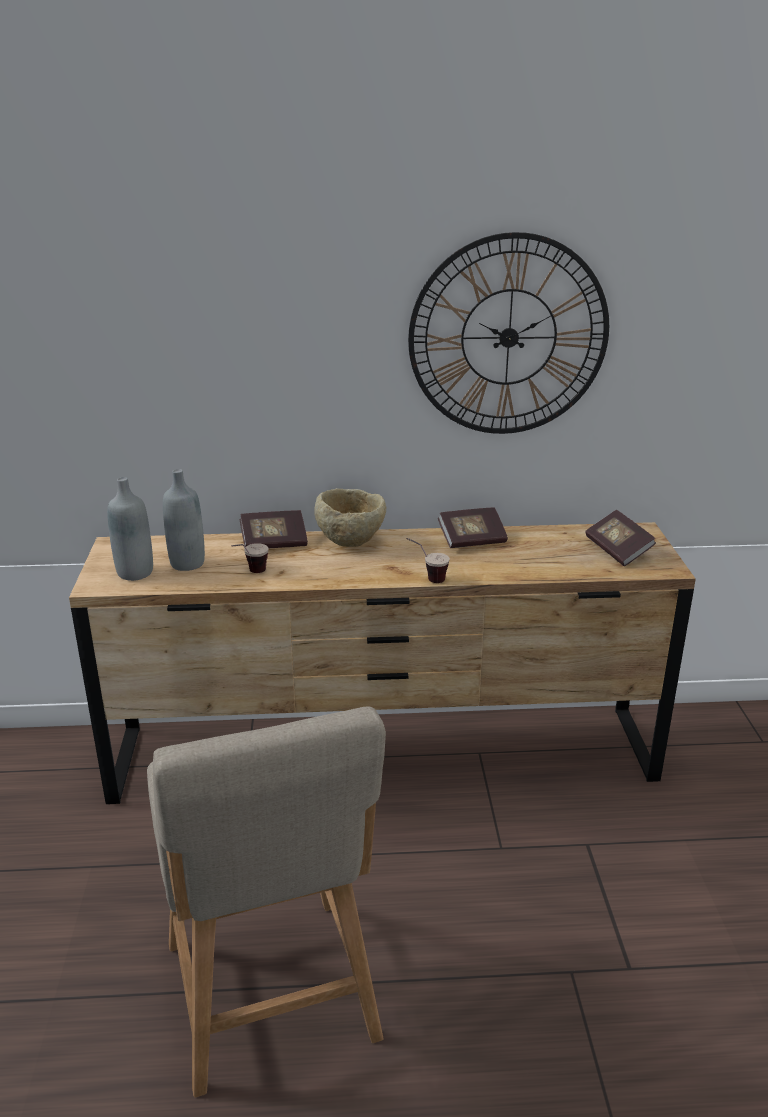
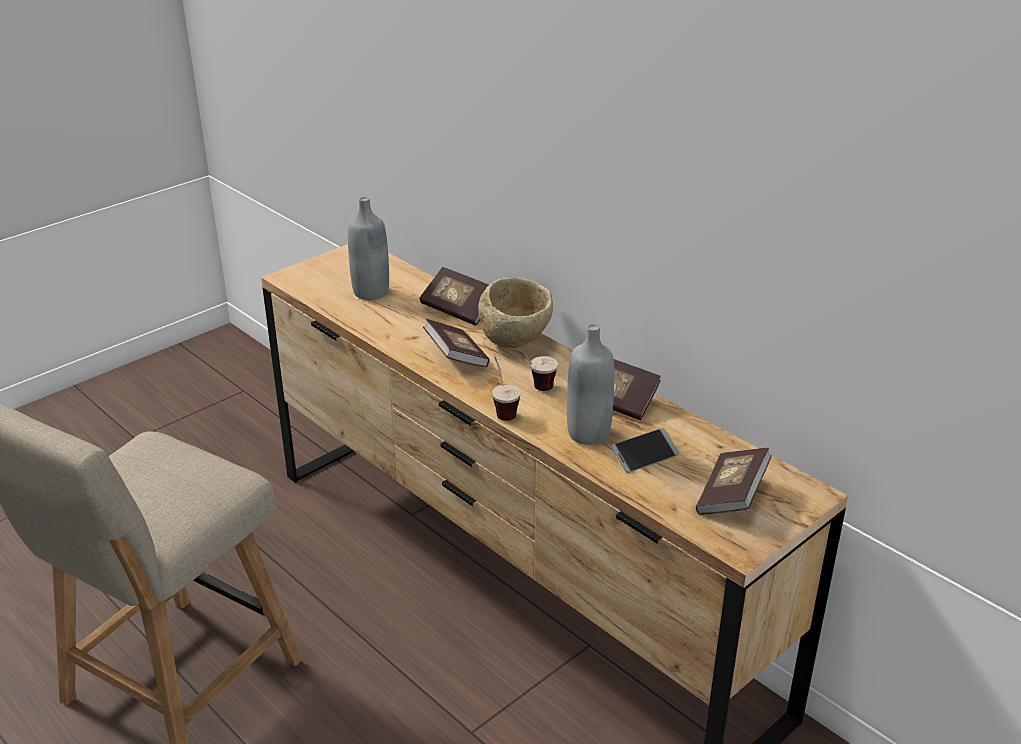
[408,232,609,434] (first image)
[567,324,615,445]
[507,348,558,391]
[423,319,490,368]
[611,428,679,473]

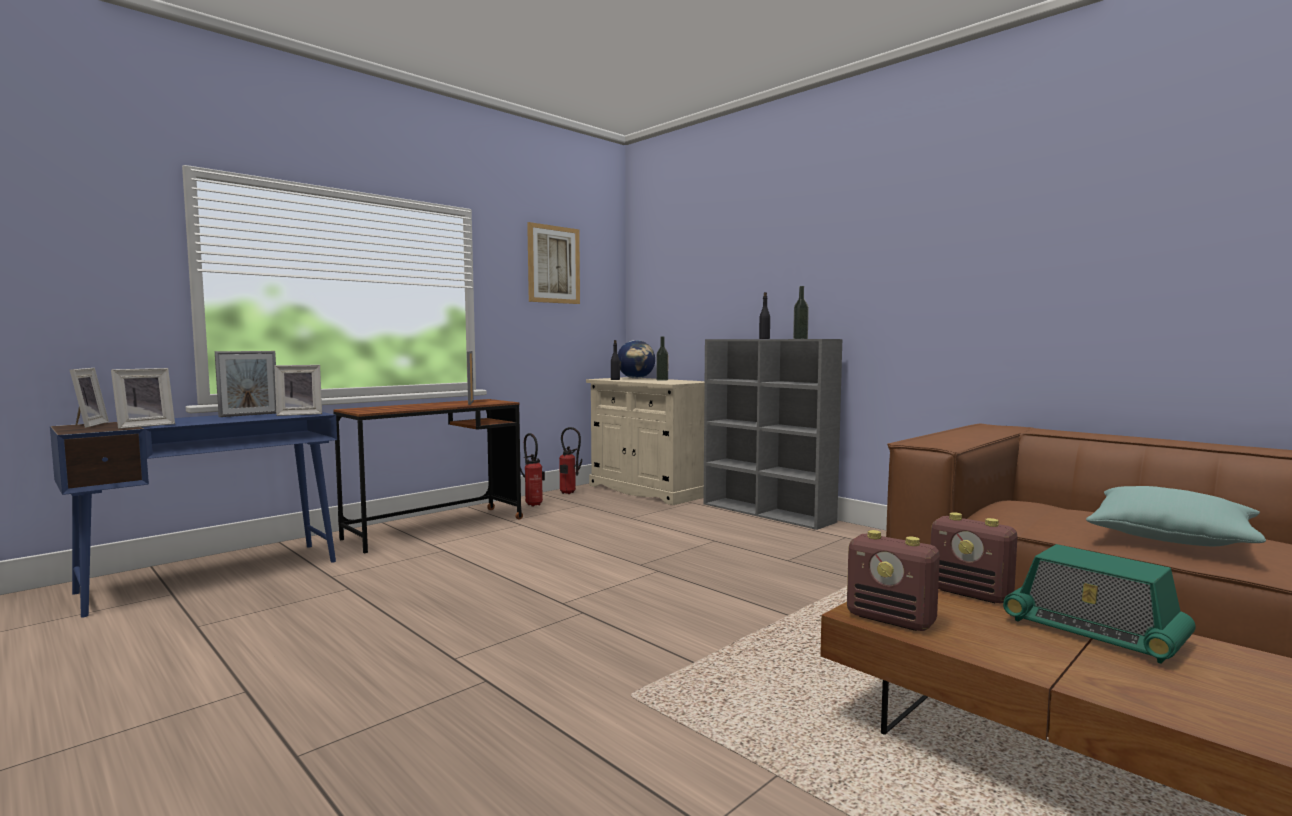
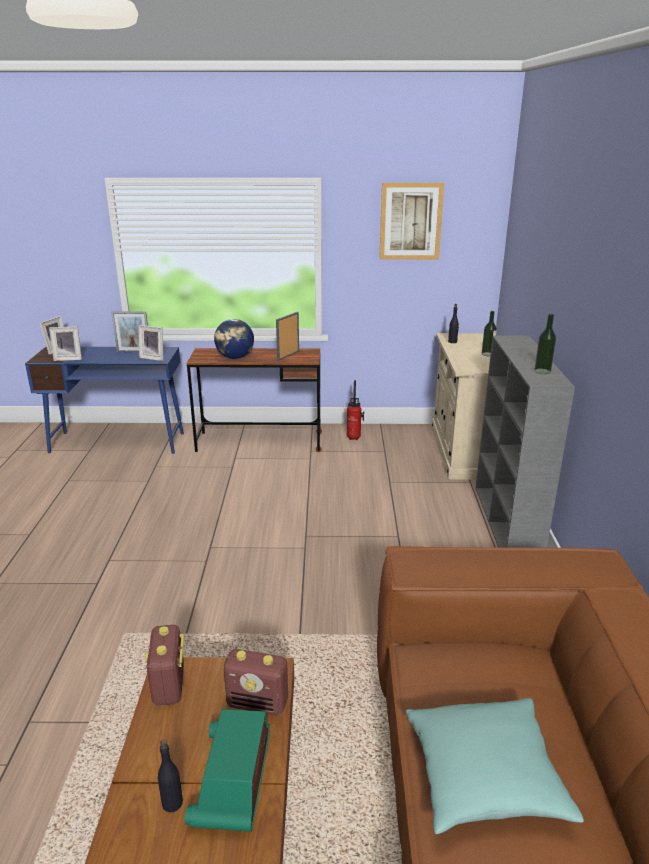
[158,739,183,812]
[214,319,254,359]
[559,427,582,494] (first image)
[223,649,288,716]

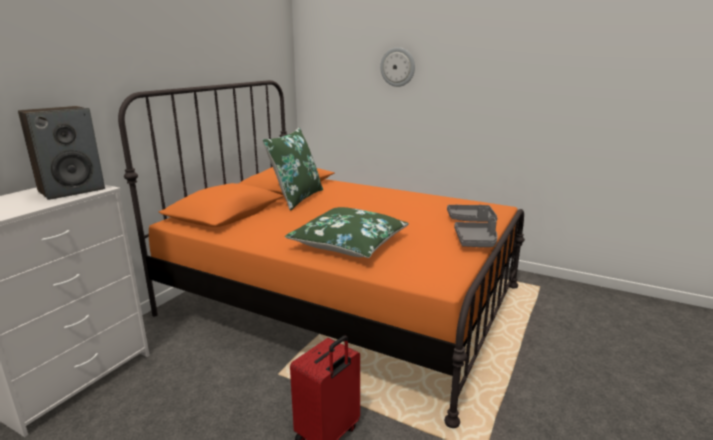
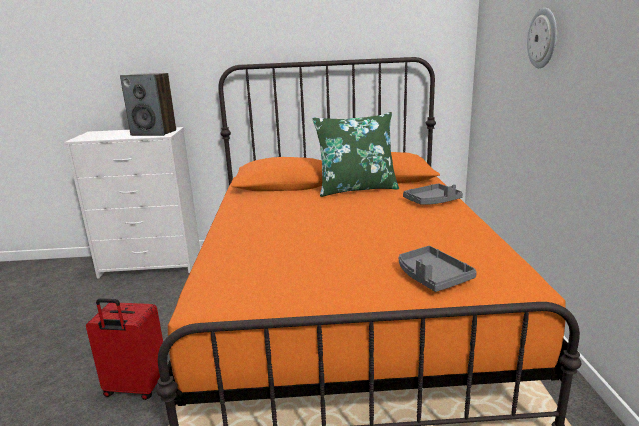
[285,207,409,258] (first image)
[403,183,463,205]

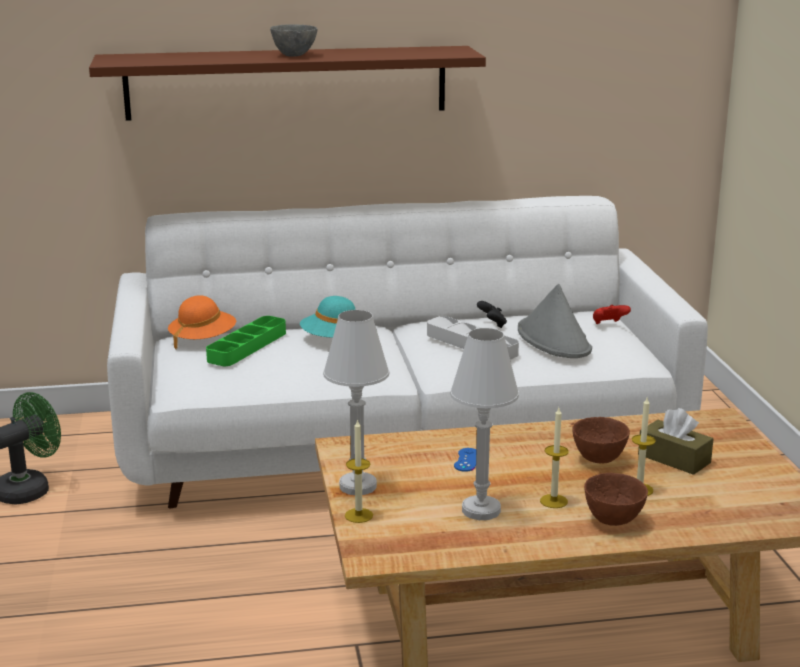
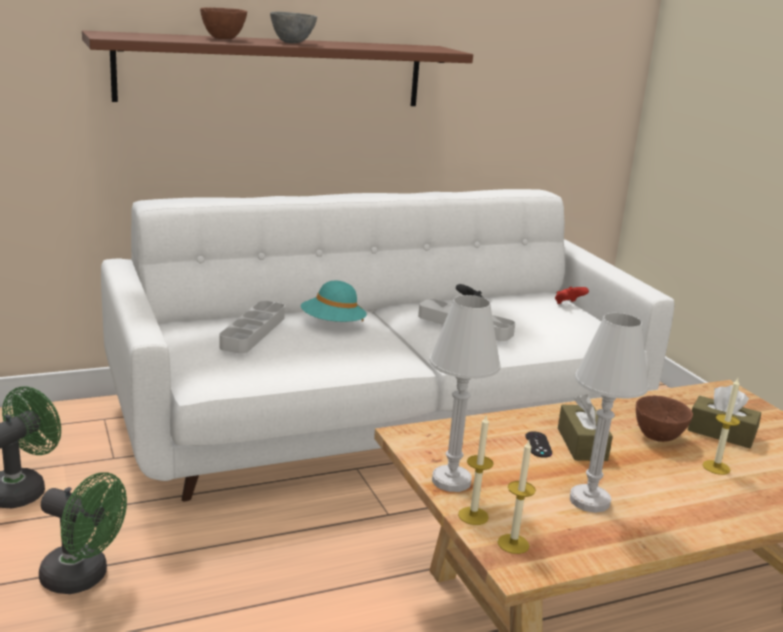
[518,284,592,358] (first image)
[168,295,236,350] (first image)
[220,301,285,354]
[498,440,536,554]
[525,431,552,458]
[200,8,247,39]
[558,394,613,461]
[39,472,127,594]

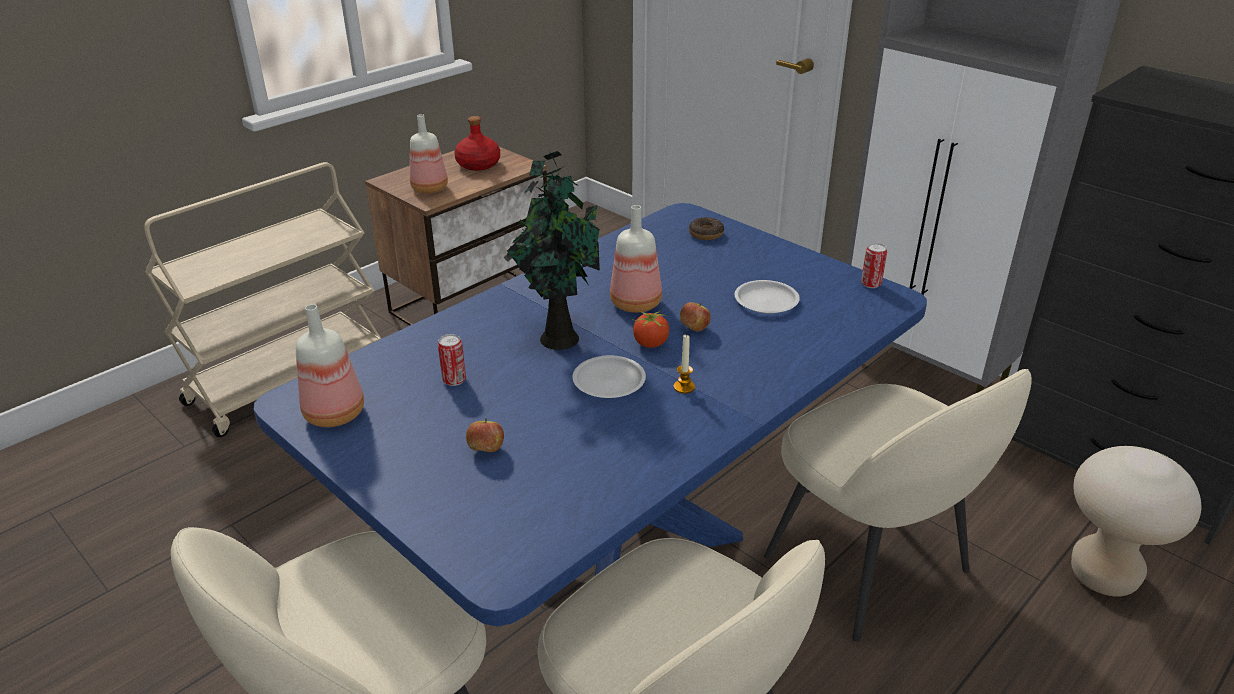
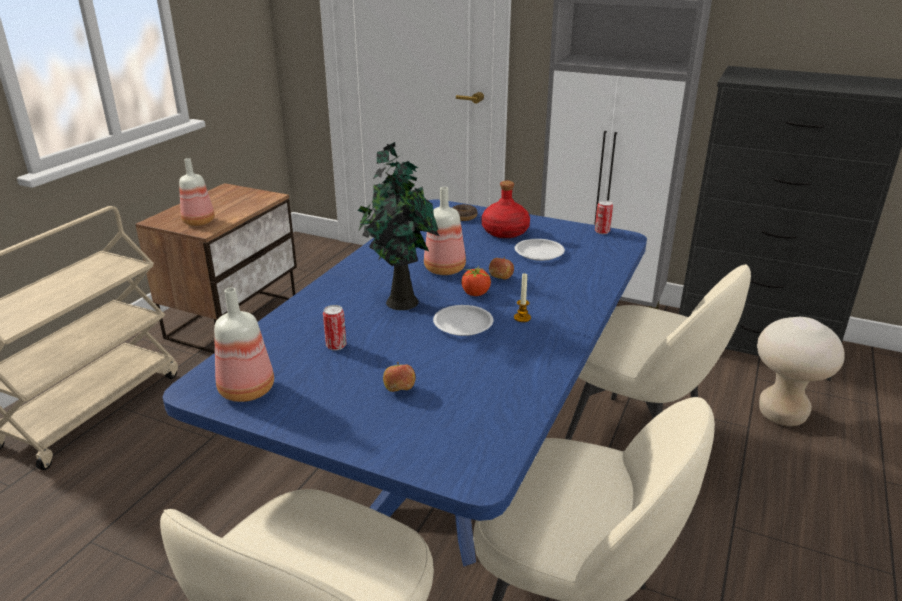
[482,181,530,238]

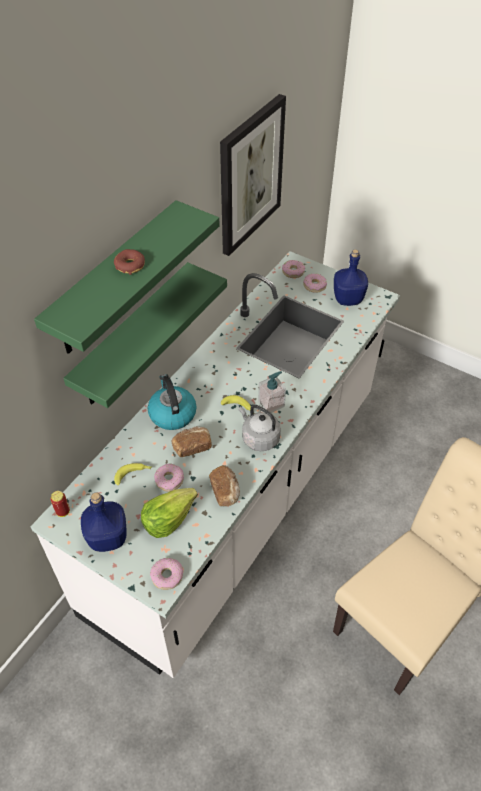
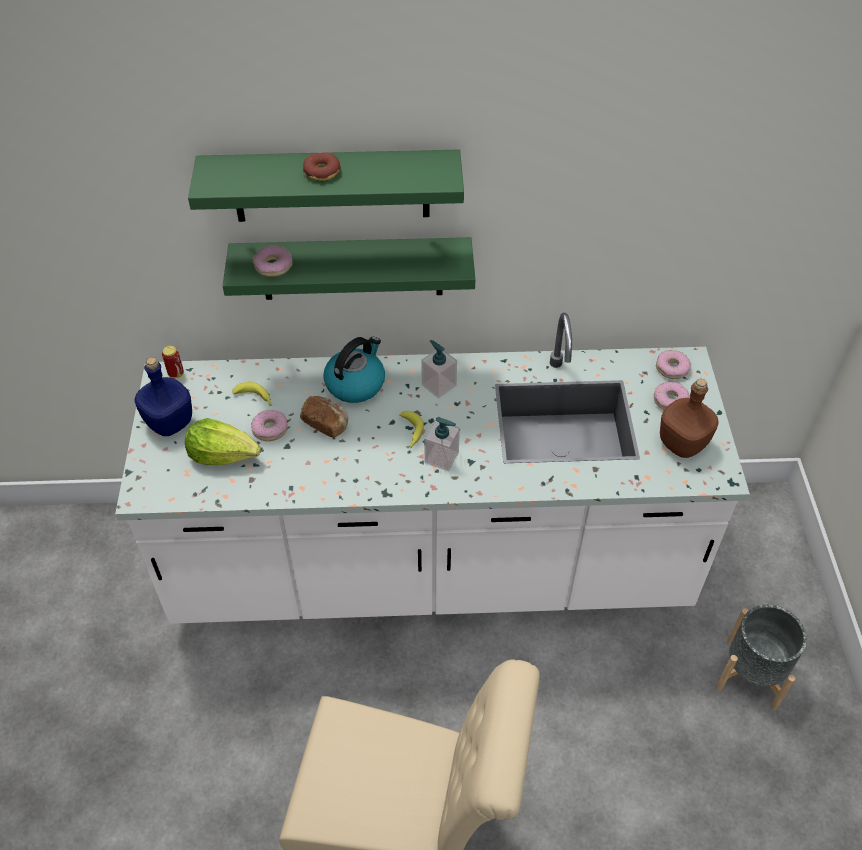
[220,94,286,256] (first image)
[660,379,719,458]
[239,405,281,451] (first image)
[209,465,240,506] (first image)
[253,246,293,277]
[421,340,457,398]
[716,604,807,710]

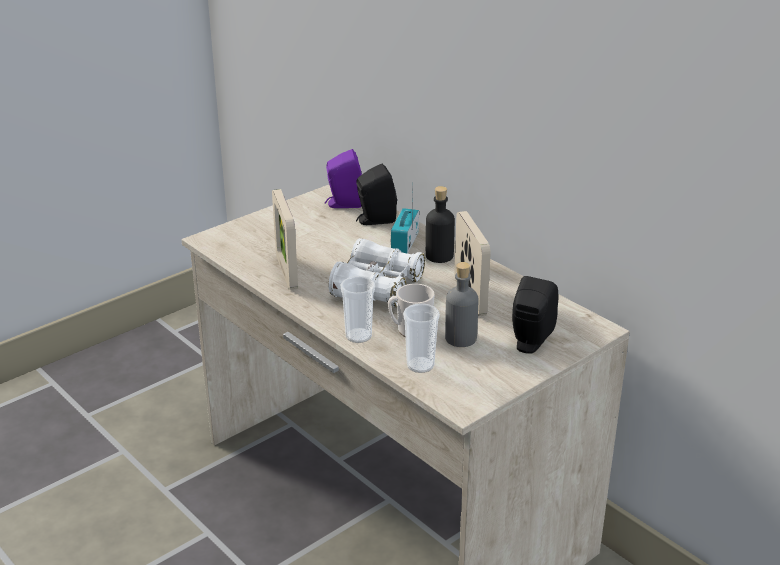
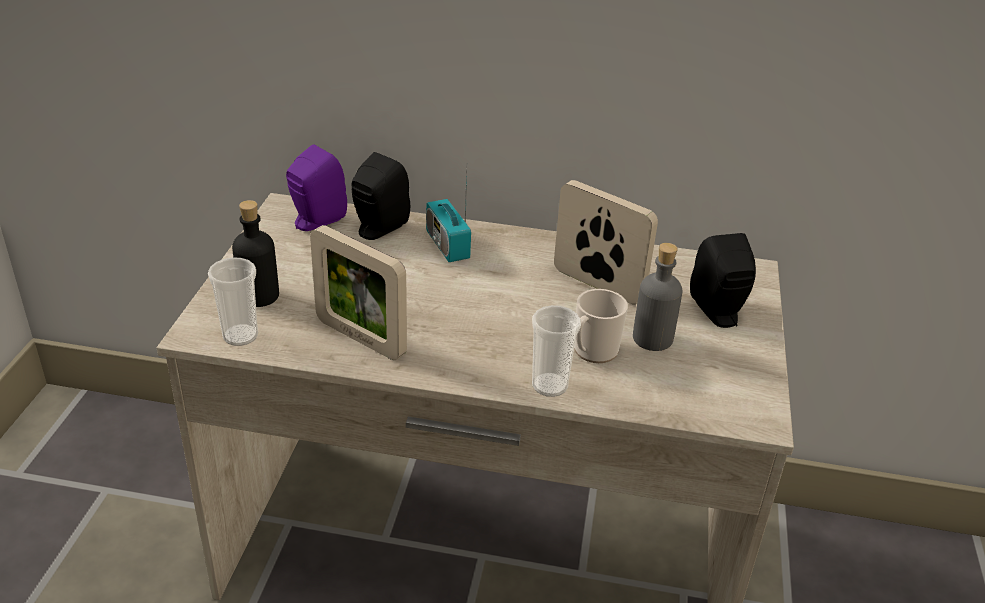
[232,200,279,307]
[329,238,425,307] (first image)
[208,257,258,346]

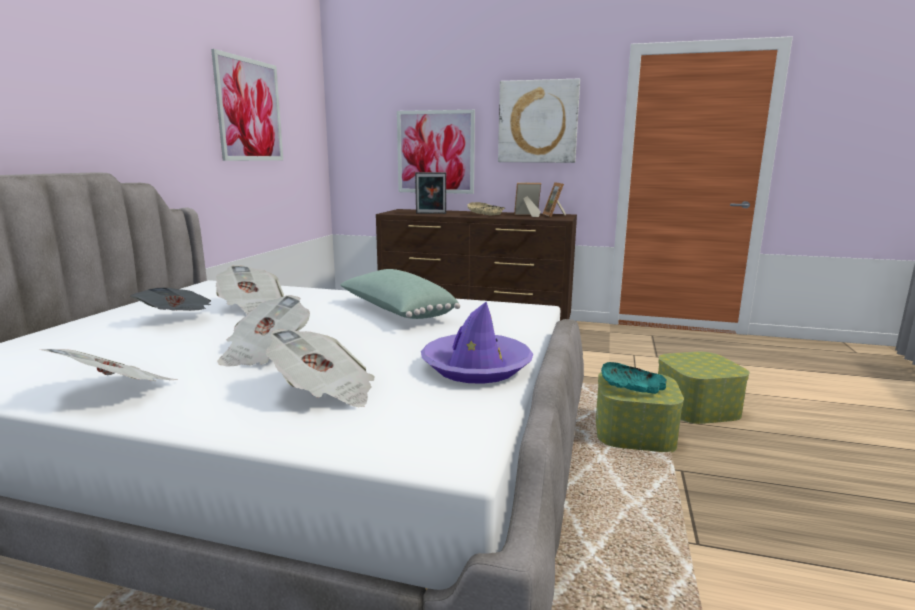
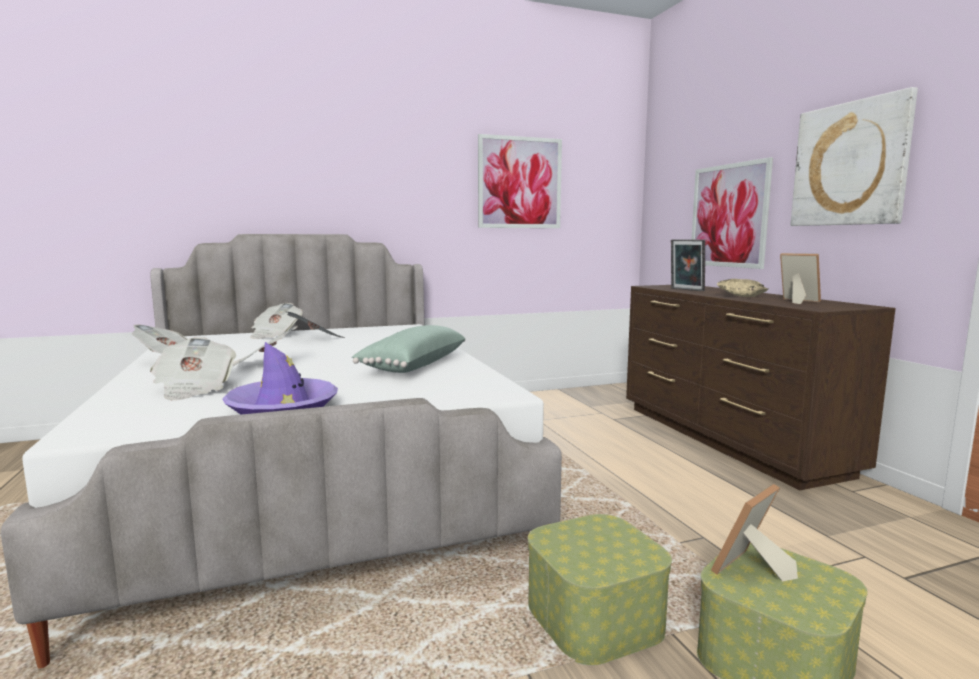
[711,484,798,581]
[250,303,303,339]
[601,362,667,394] (first image)

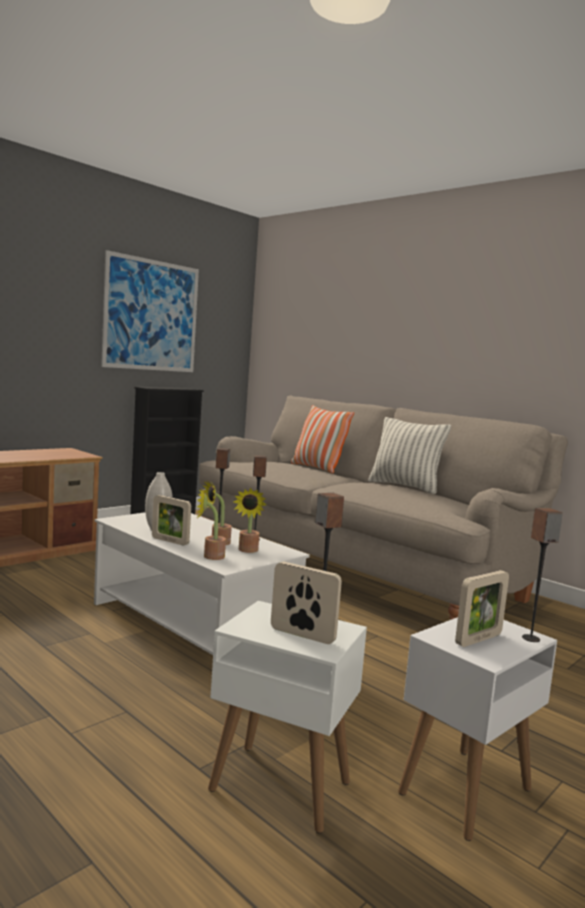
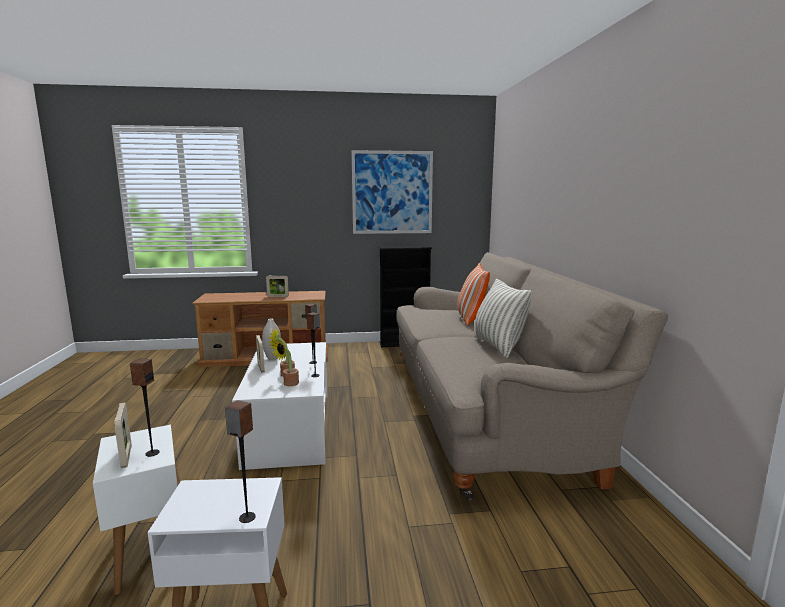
[196,489,226,560] (first image)
[266,276,289,297]

